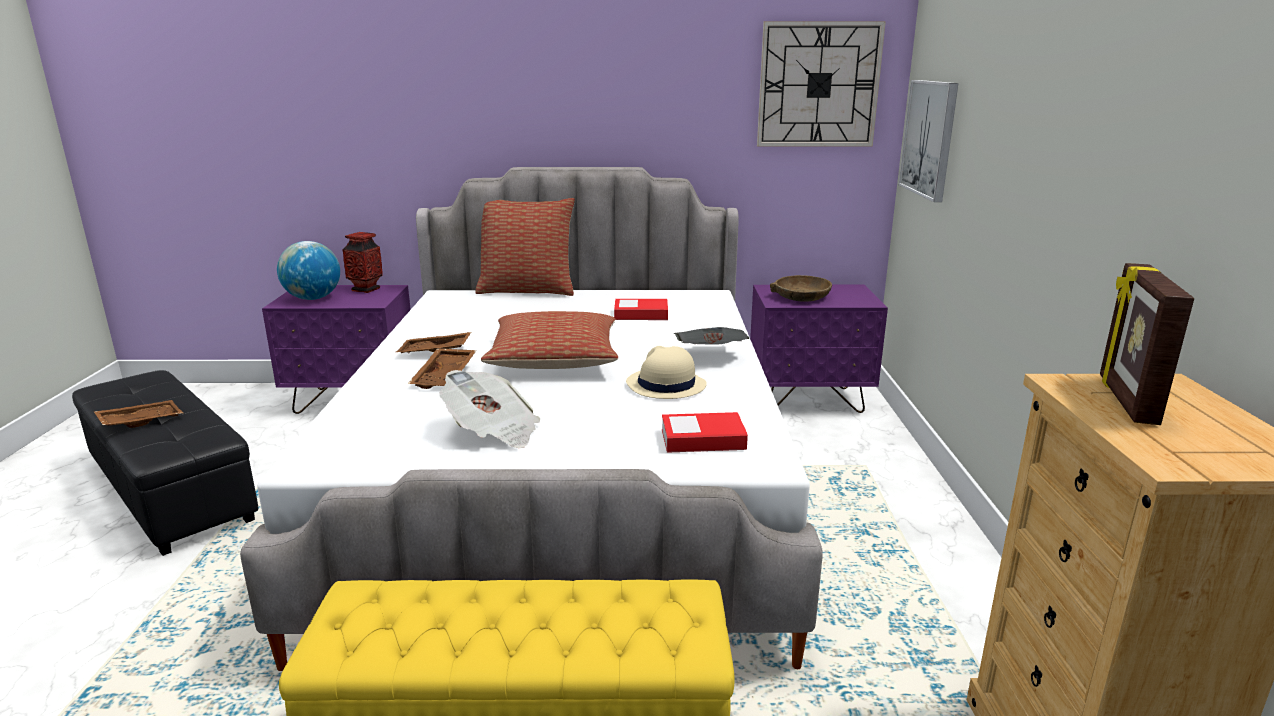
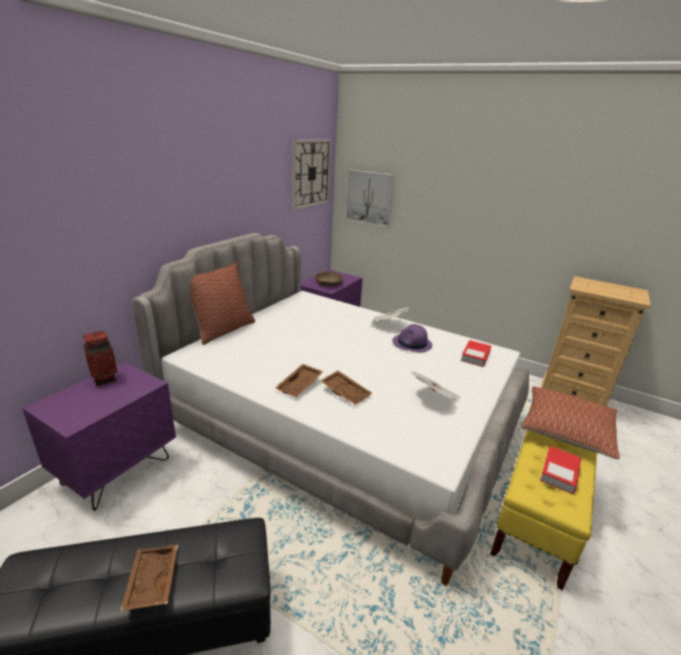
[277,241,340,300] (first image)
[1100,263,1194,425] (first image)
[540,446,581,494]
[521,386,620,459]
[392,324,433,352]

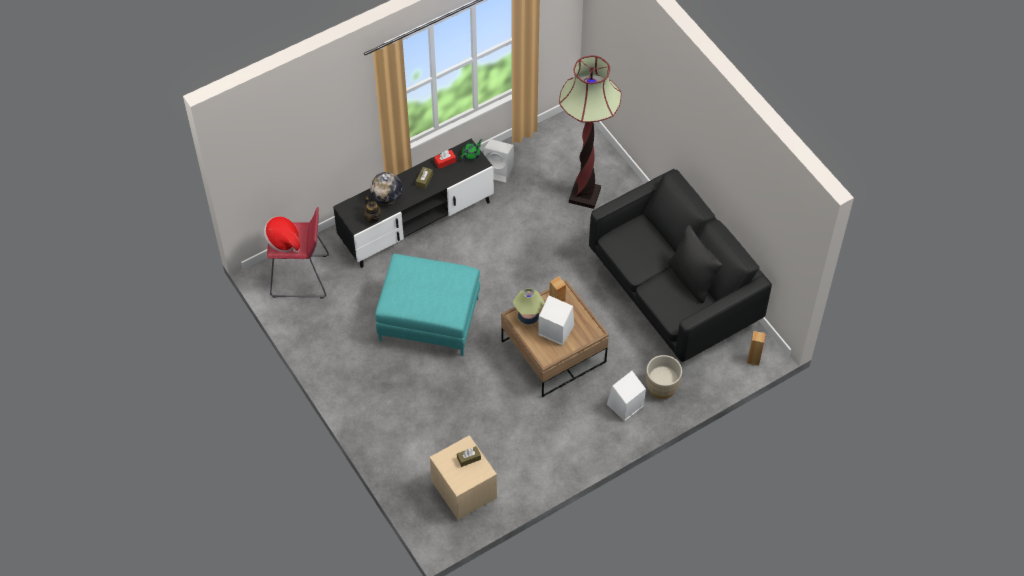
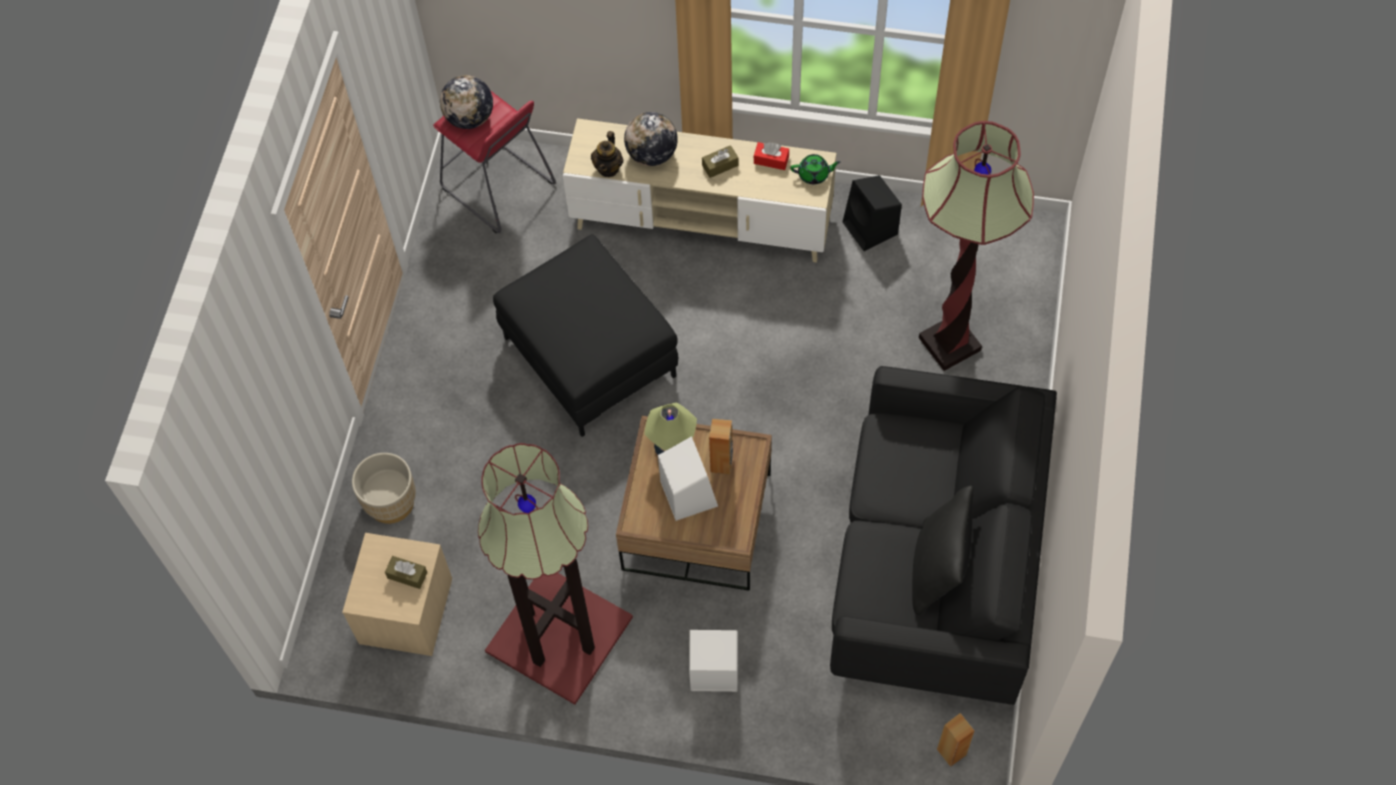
[563,118,836,263]
[843,175,902,251]
[440,75,493,129]
[493,234,678,437]
[352,453,416,524]
[478,443,633,705]

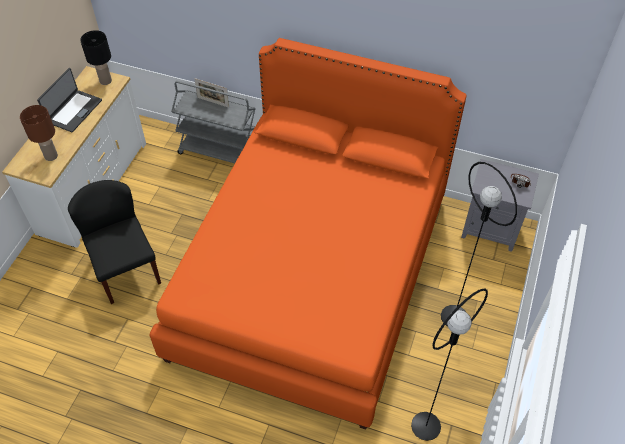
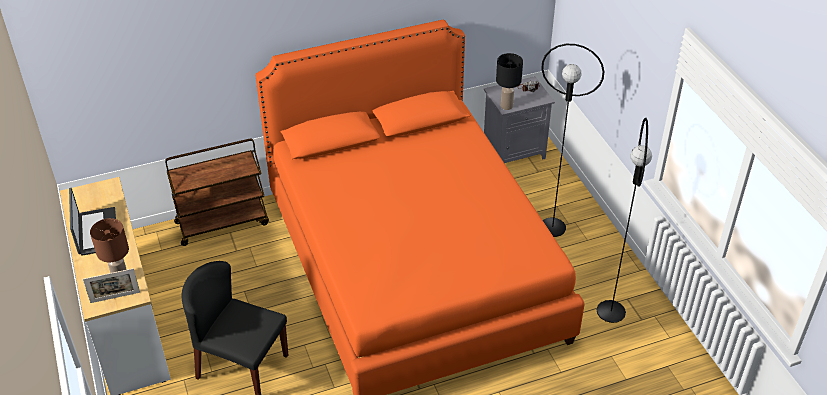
[496,53,523,110]
[83,268,140,303]
[165,139,269,246]

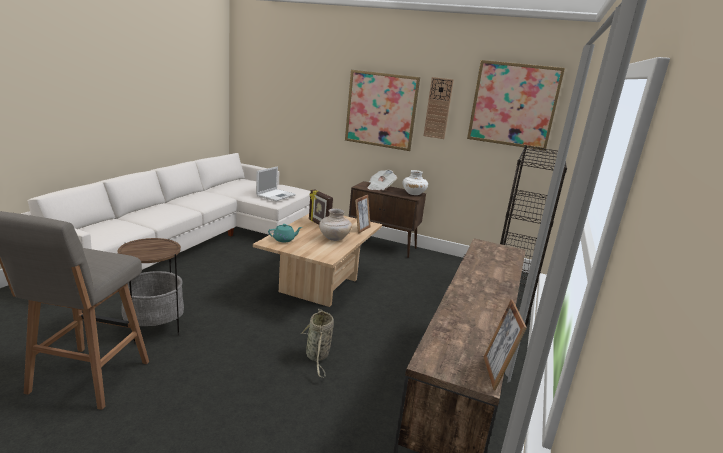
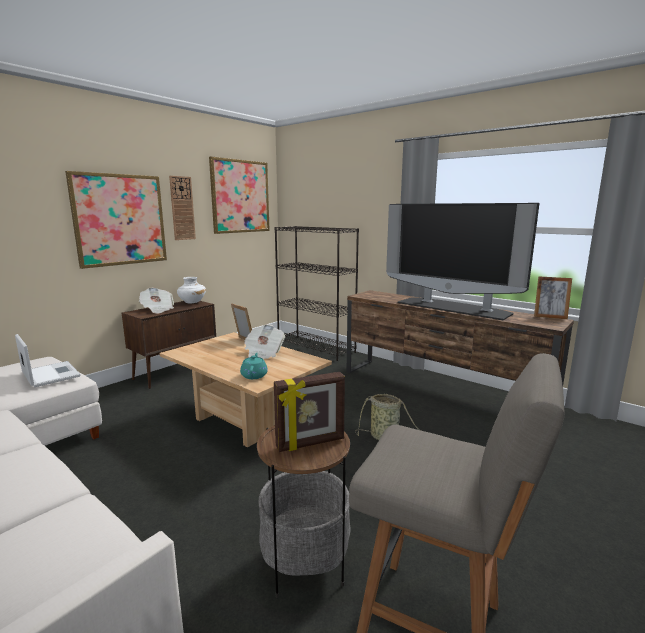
[274,372,345,452]
[244,324,285,359]
[386,203,540,320]

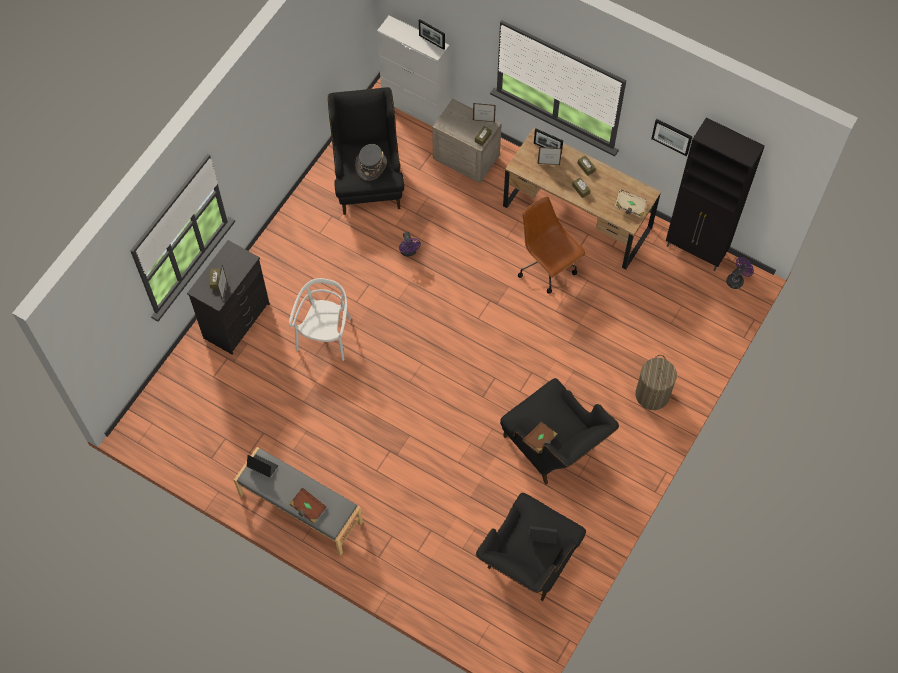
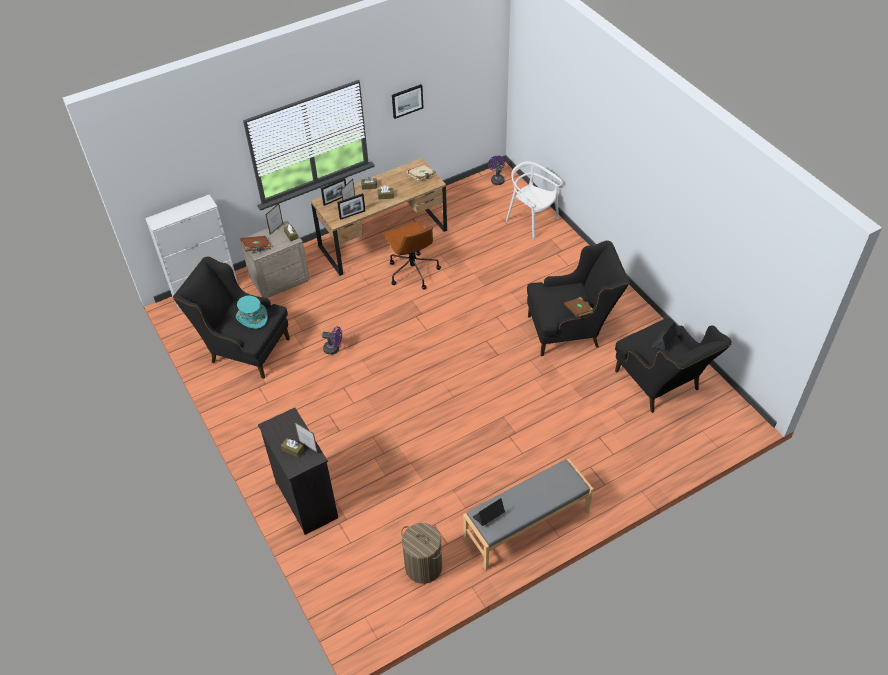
[337,193,365,220]
[666,117,765,271] (first image)
[236,296,268,329]
[383,221,441,290]
[506,161,563,240]
[401,523,442,584]
[240,236,271,252]

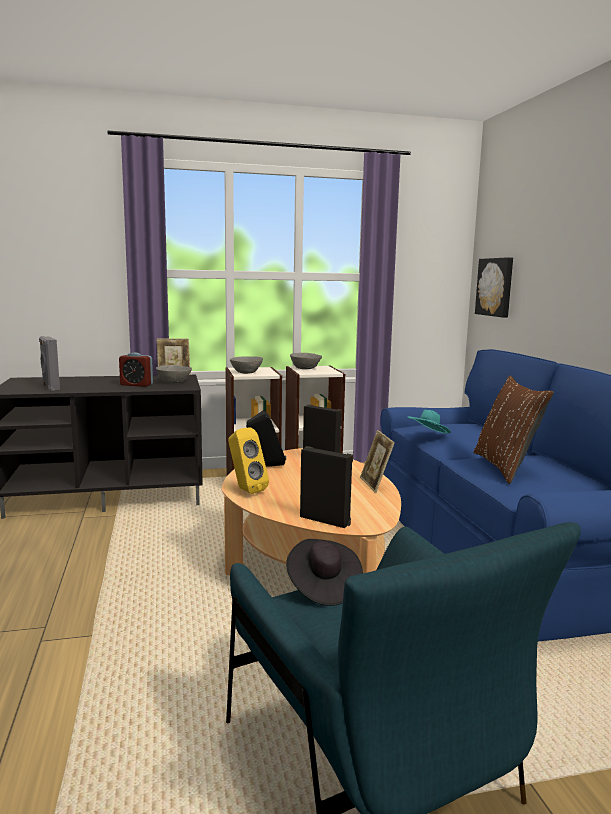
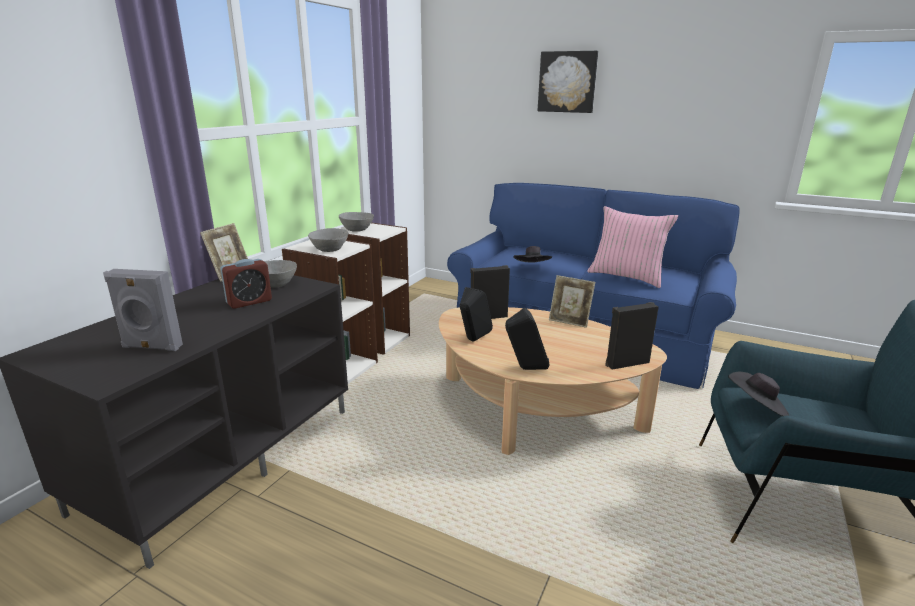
[538,51,598,113]
[587,206,678,288]
[513,246,552,262]
[505,308,550,370]

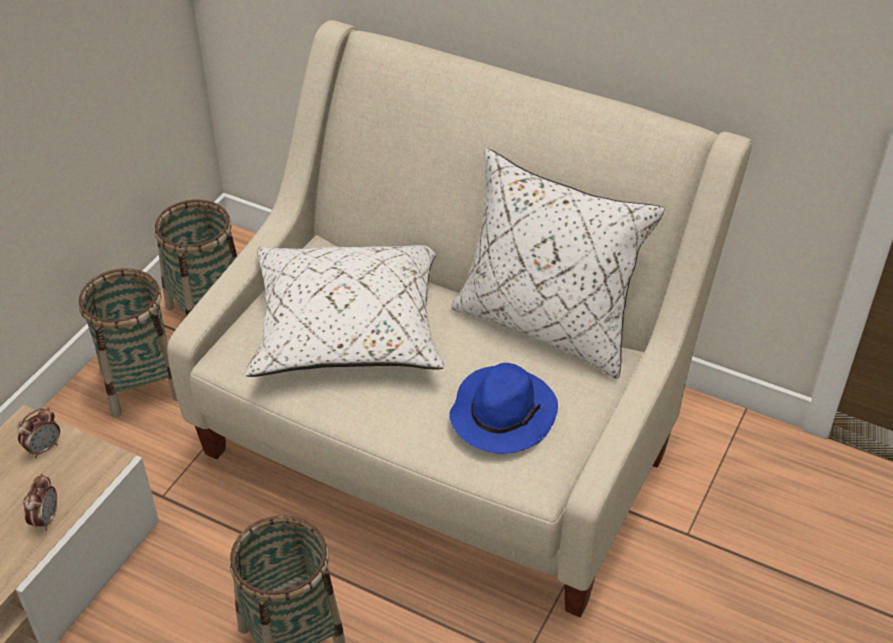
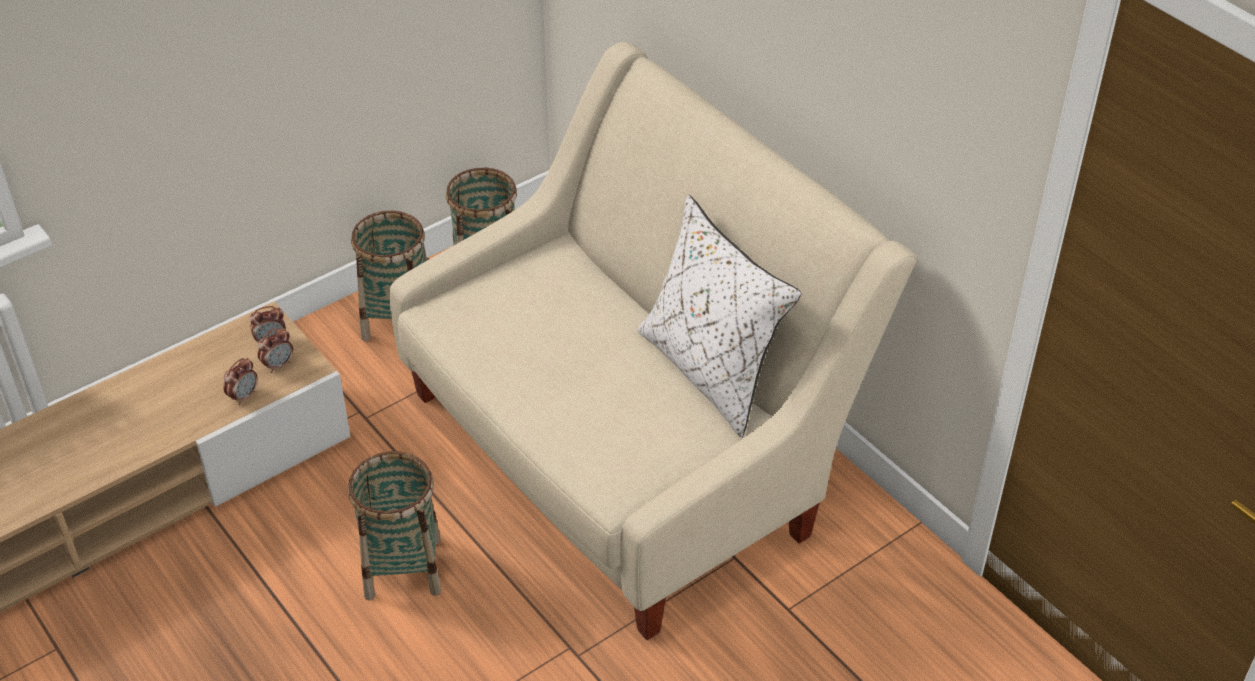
[246,245,444,377] (first image)
[449,363,558,454] (first image)
[257,328,293,373]

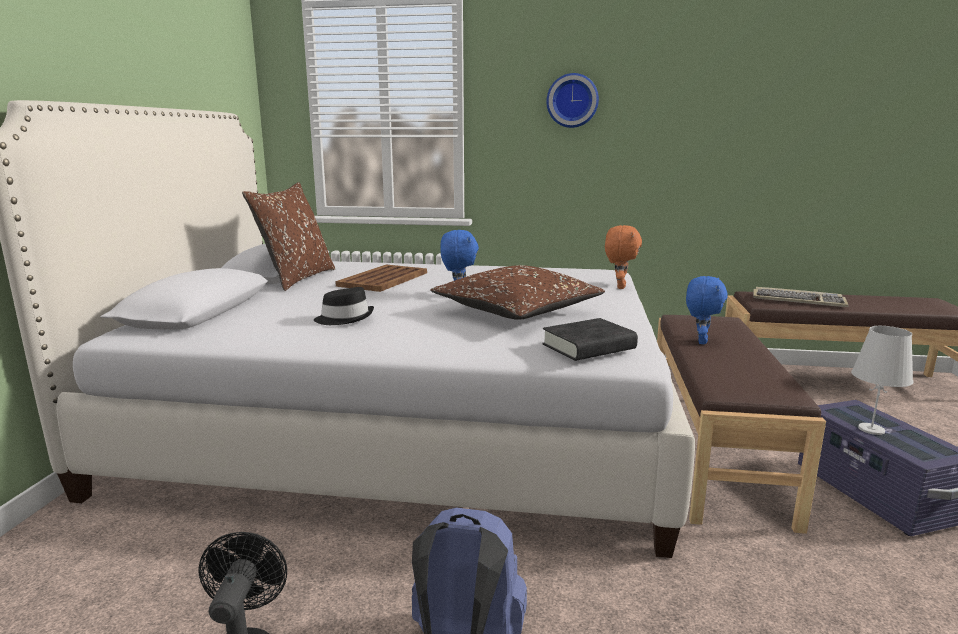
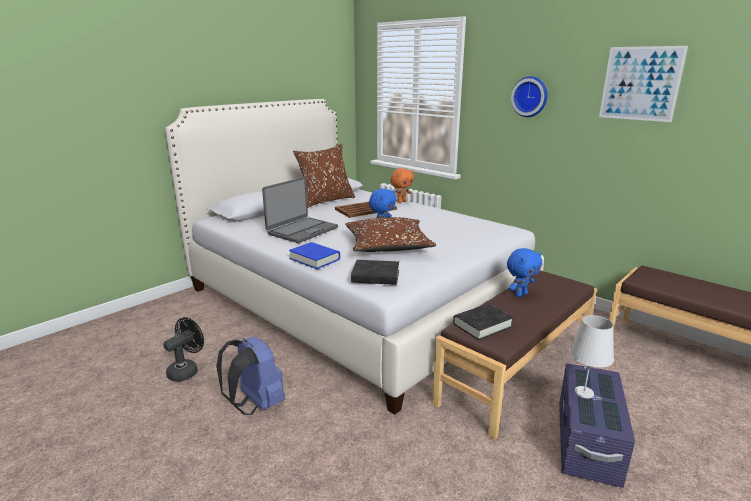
[390,168,414,203]
[262,177,338,243]
[753,287,849,307] (first image)
[599,46,688,122]
[289,242,340,269]
[453,304,514,340]

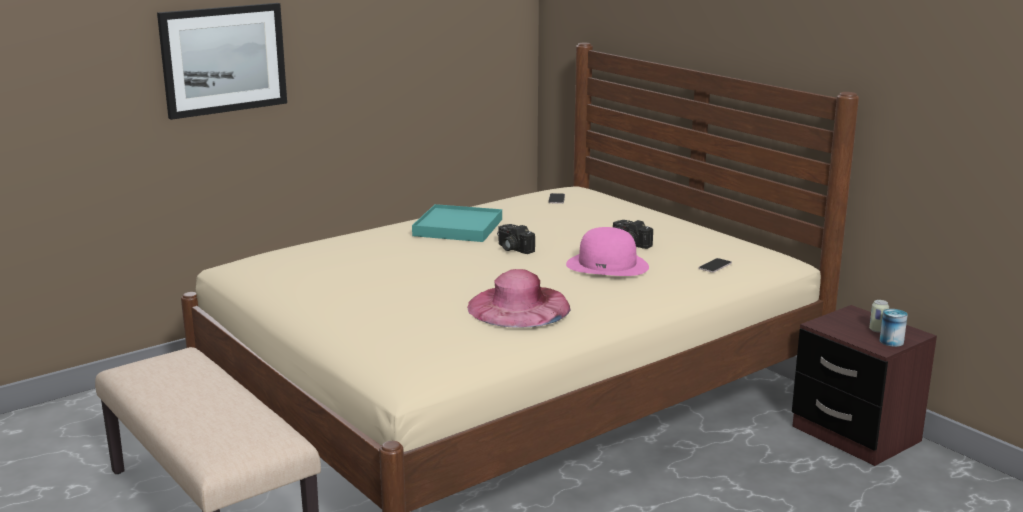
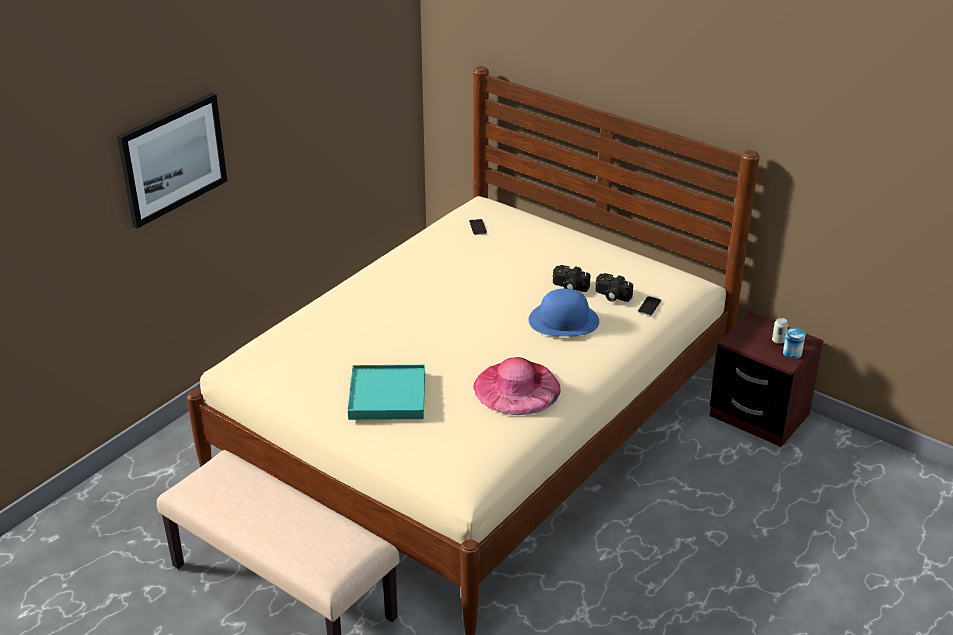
[348,365,425,420]
[595,273,633,302]
[529,289,599,337]

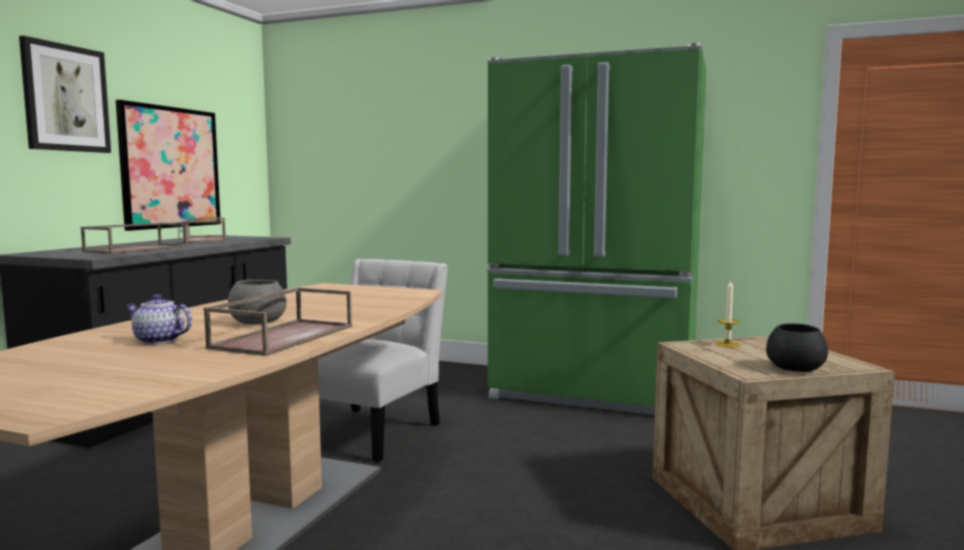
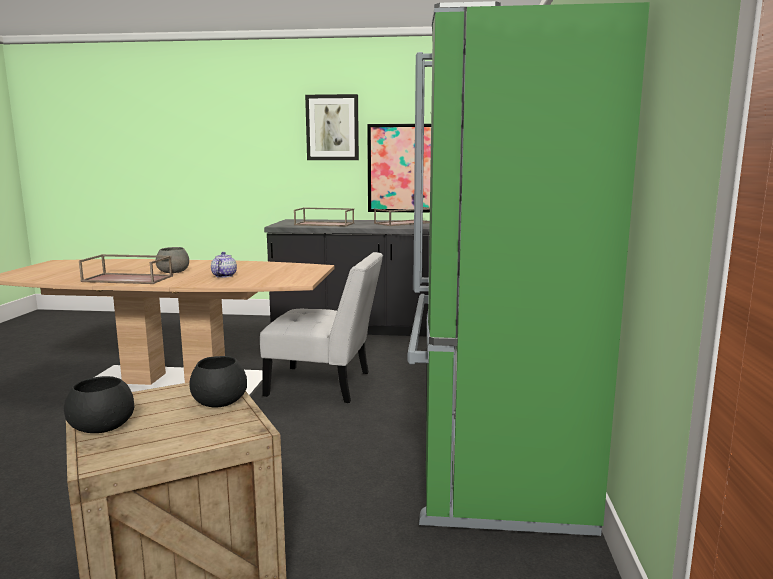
[189,356,247,408]
[211,252,237,278]

